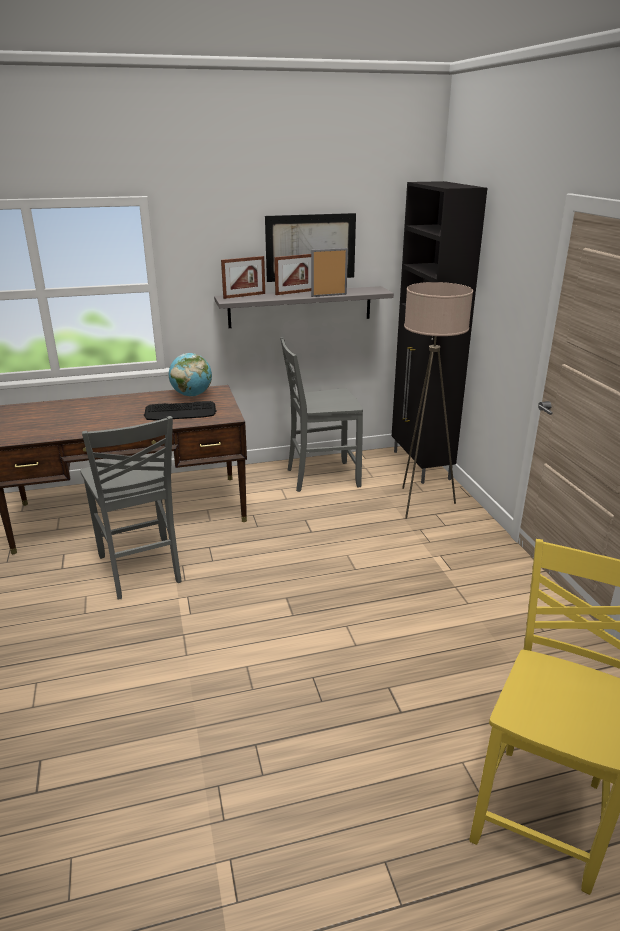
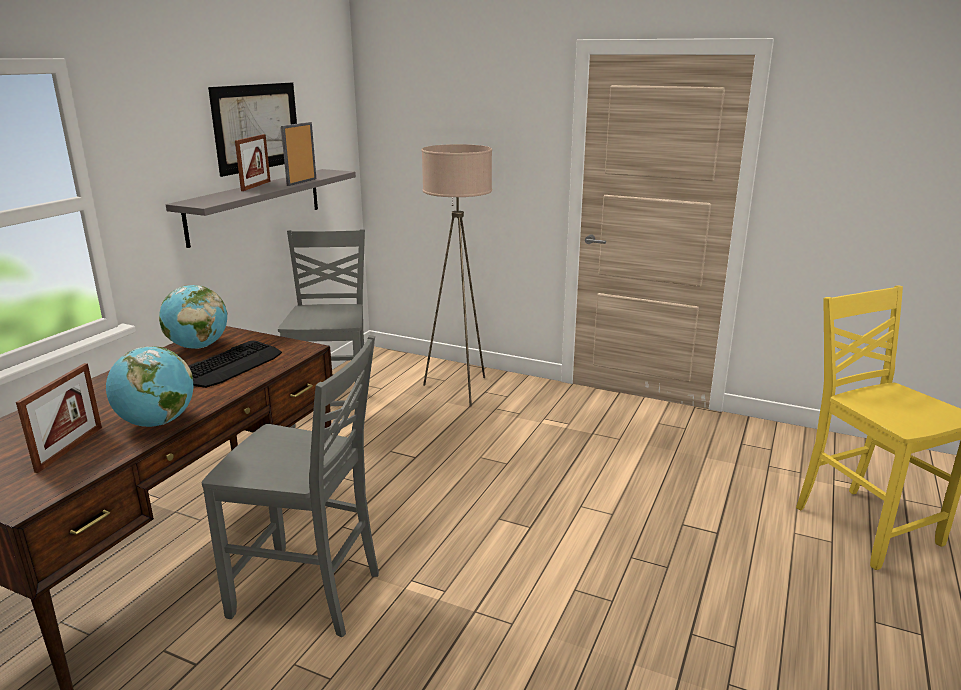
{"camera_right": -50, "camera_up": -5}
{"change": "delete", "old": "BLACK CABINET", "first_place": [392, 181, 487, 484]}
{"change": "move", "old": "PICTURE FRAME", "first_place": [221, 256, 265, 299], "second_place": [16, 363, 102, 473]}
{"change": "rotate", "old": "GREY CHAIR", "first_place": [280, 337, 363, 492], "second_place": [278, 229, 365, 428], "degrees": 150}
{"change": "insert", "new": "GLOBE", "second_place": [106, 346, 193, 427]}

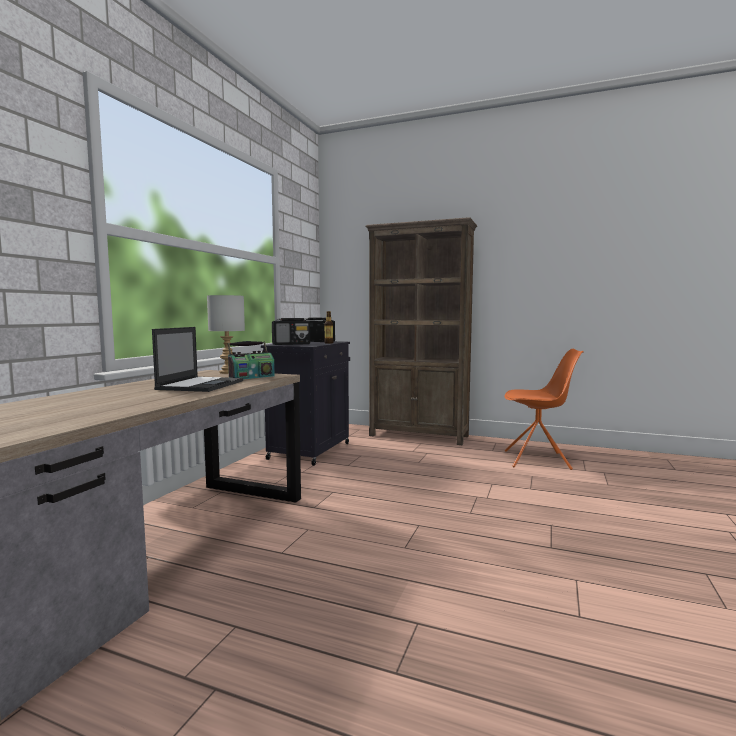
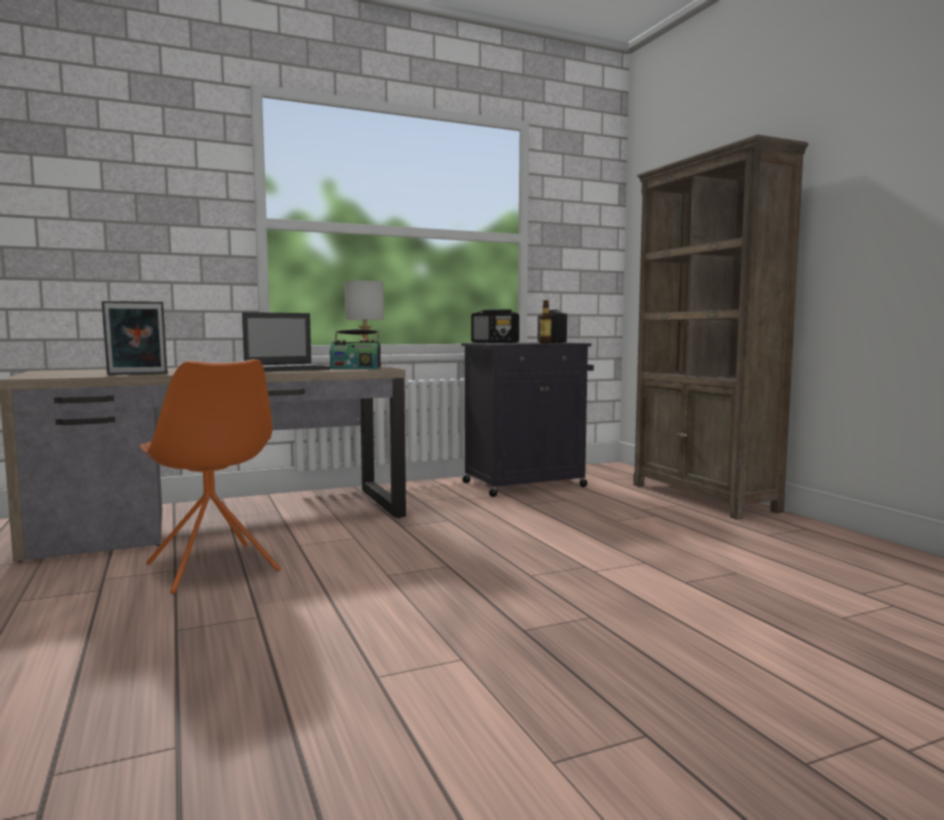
{"camera_right": 45, "camera_up": 0}
{"change": "move", "old": "ORANGE CHAIR", "first_place": [505, 348, 584, 470], "second_place": [140, 359, 281, 594]}
{"change": "insert", "new": "PICTURE FRAME", "second_place": [102, 301, 167, 375]}

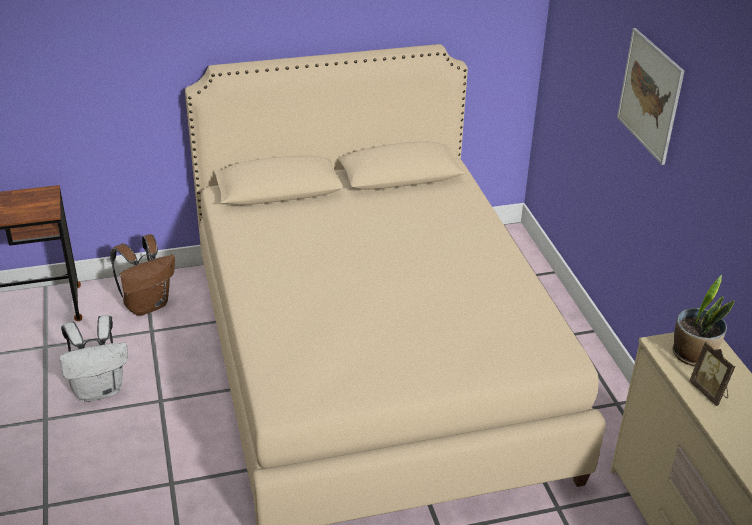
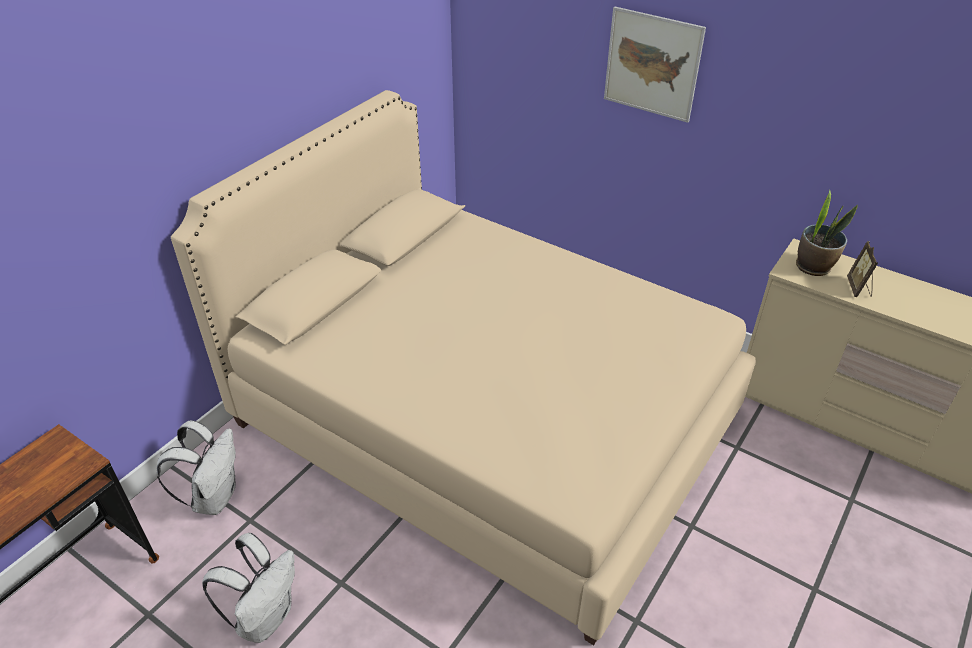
{"camera_right": -40, "camera_up": 5}
{"change": "recolor", "old": "BROWN BACKPACK", "new": "WHITE BACKPACK", "first_place": [110, 234, 175, 316], "second_place": [157, 420, 236, 515]}
{"change": "rotate", "old": "PICTURE FRAME", "first_place": [689, 342, 735, 406], "second_place": [847, 241, 878, 297], "degrees": 75}

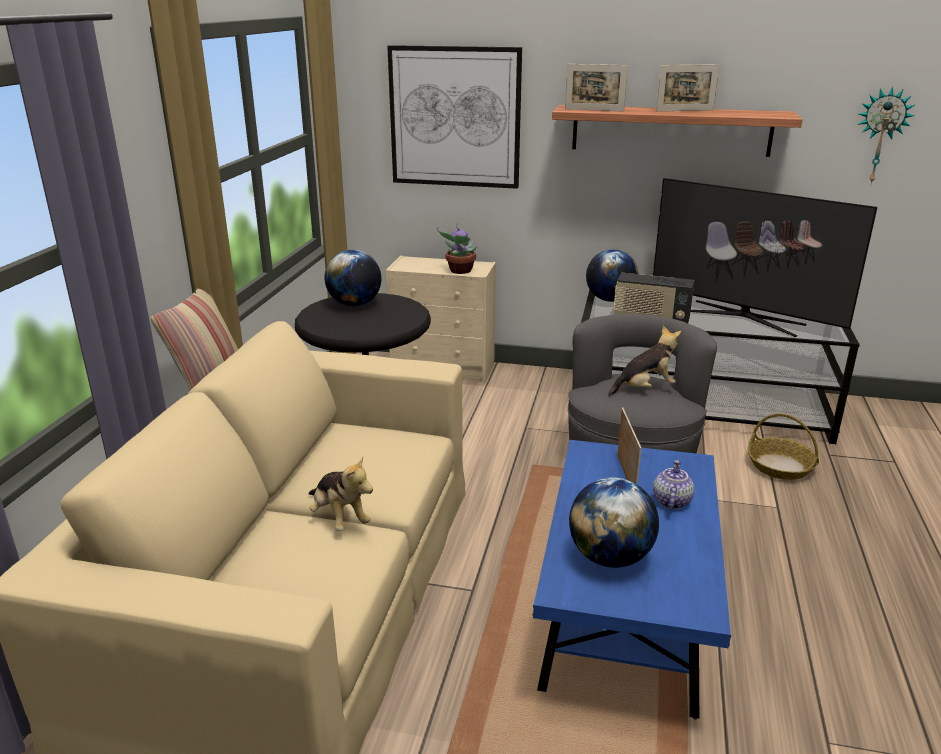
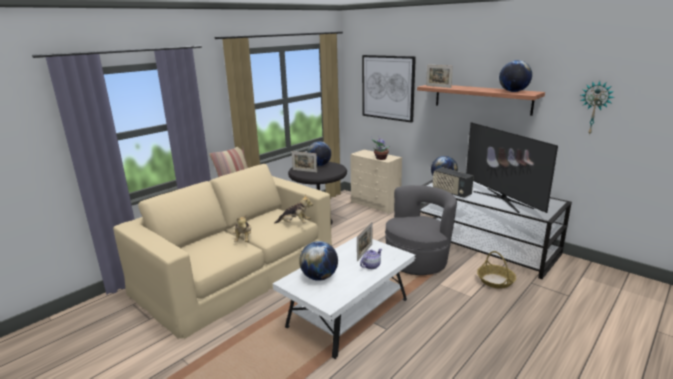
{"camera_right": 30, "camera_up": -5}
{"change": "move", "old": "PICTURE FRAME", "first_place": [656, 64, 719, 111], "second_place": [292, 151, 317, 172]}
{"change": "move", "old": "PLUSH TOY", "first_place": [608, 326, 681, 396], "second_place": [274, 194, 313, 224]}
{"change": "recolor", "old": "BLUE COFFEE TABLE", "new": "WHITE COFFEE TABLE", "first_place": [533, 440, 731, 719], "second_place": [273, 236, 415, 359]}
{"change": "insert", "new": "GLOBE", "second_place": [499, 60, 532, 92]}

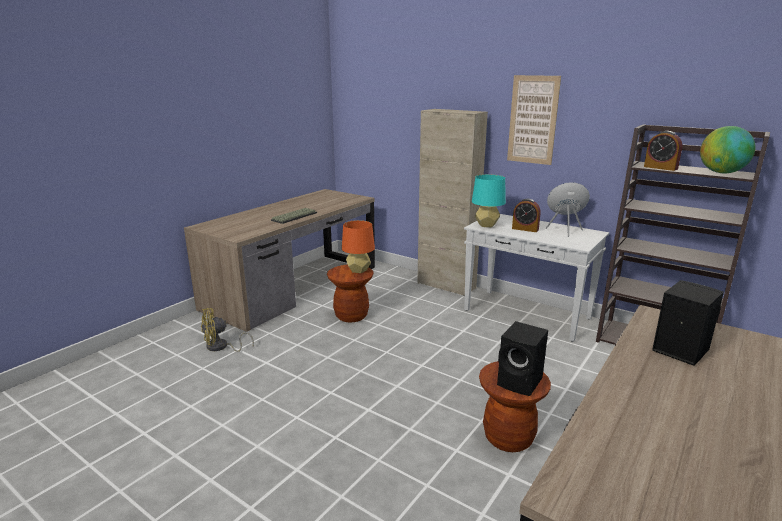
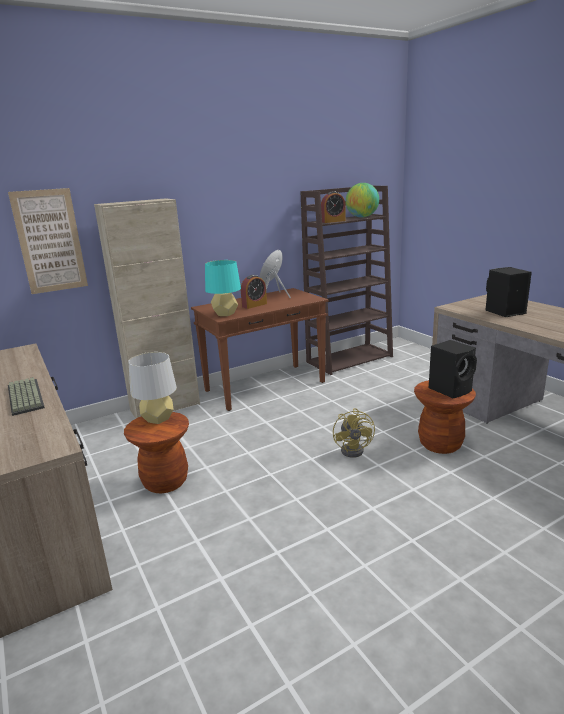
{"camera_right": -65, "camera_up": 0}
{"change": "move", "old": "PICTURE", "first_place": [507, 75, 561, 165], "second_place": [8, 188, 88, 294]}
{"change": "recolor", "old": "WHITE CONSOLE TABLE", "new": "BROWN CONSOLE TABLE", "first_place": [464, 214, 609, 342], "second_place": [191, 288, 328, 411]}
{"change": "recolor", "old": "ORANGE TABLE LAMP", "new": "GREY TABLE LAMP", "first_place": [342, 220, 375, 273], "second_place": [128, 352, 177, 424]}
{"change": "move", "old": "YELLOW FAN", "first_place": [201, 308, 254, 352], "second_place": [333, 408, 375, 458]}

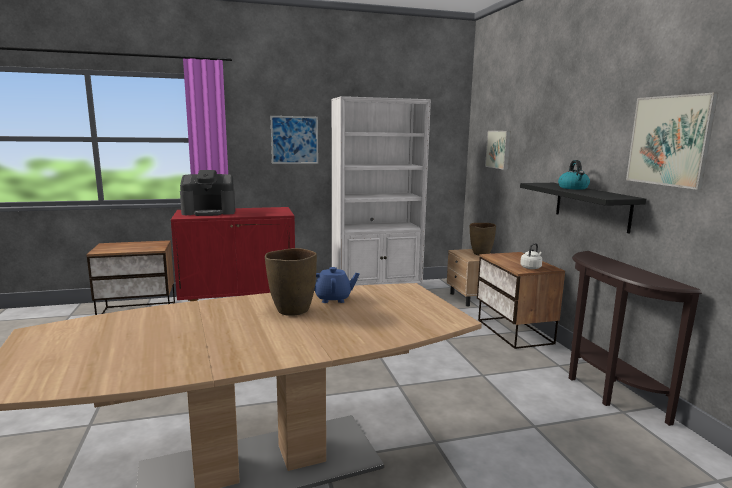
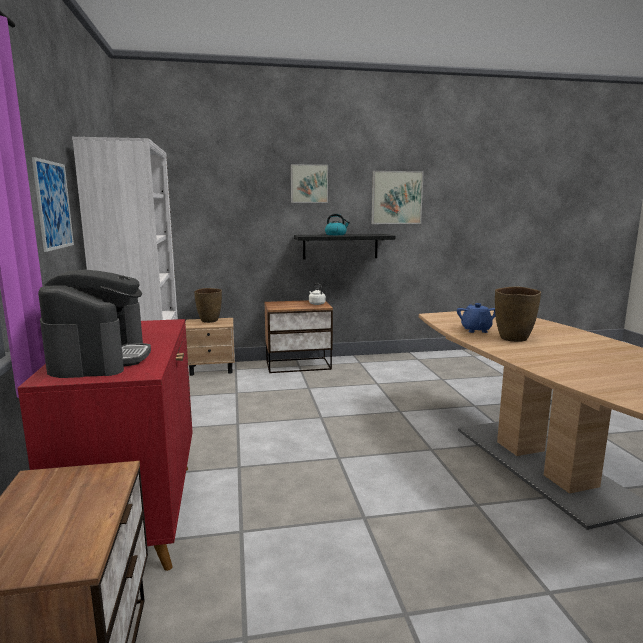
{"camera_right": -85, "camera_up": 0}
{"change": "move", "old": "PICTURE", "first_place": [485, 131, 511, 170], "second_place": [291, 164, 328, 203]}
{"change": "delete", "old": "BROWN CONSOLE TABLE", "first_place": [569, 251, 702, 426]}

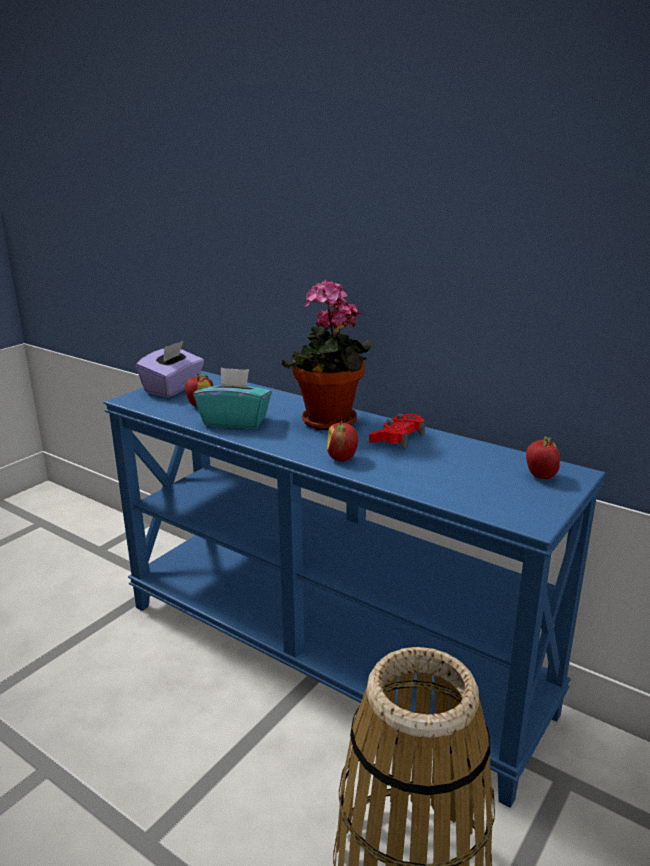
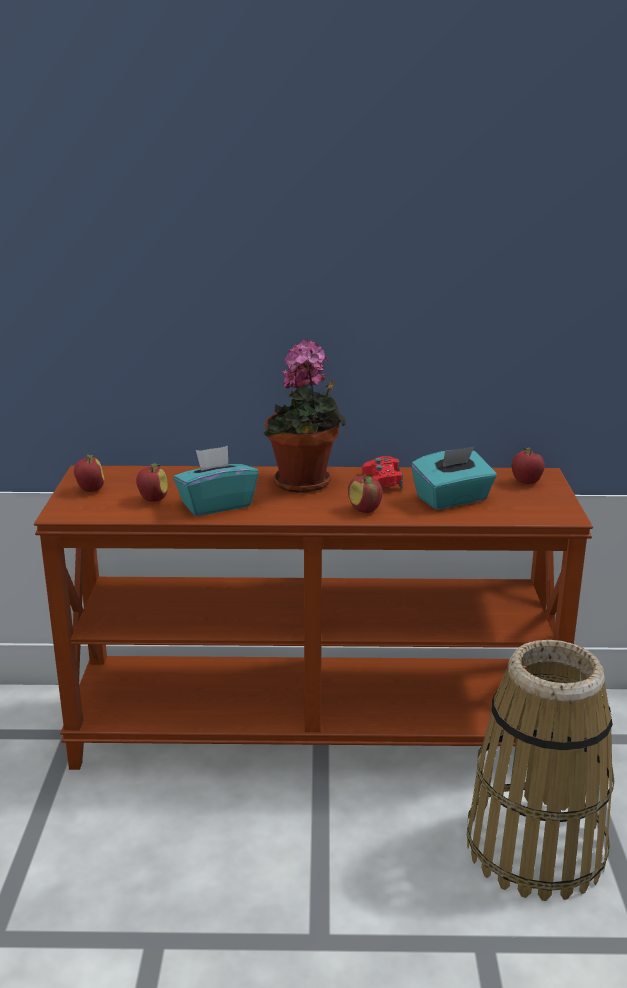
{"camera_right": -35, "camera_up": 0}
{"change": "replace", "old": "PURPLE TISSUE BOX", "new": "APPLE", "first_place": [136, 341, 204, 397], "second_place": [74, 455, 105, 492]}
{"change": "recolor", "old": "BLUE CONSOLE TABLE", "new": "BROWN CONSOLE TABLE", "first_place": [103, 371, 606, 808], "second_place": [34, 466, 593, 770]}
{"change": "insert", "new": "TURQUOISE TISSUE BOX", "second_place": [411, 447, 497, 510]}

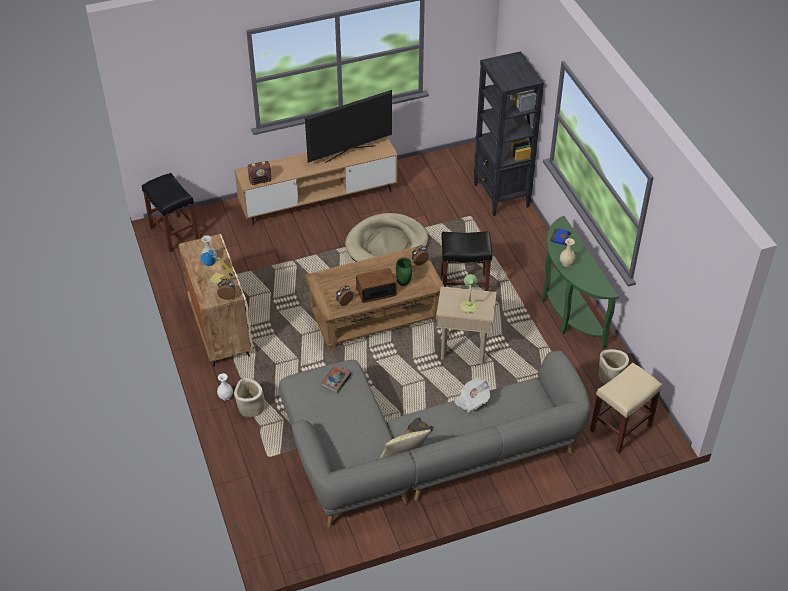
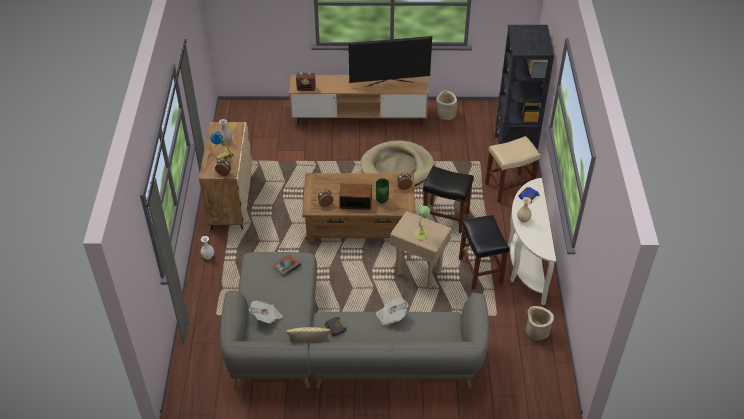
{"camera_right": 20, "camera_up": 0}
{"change": "move", "old": "BLACK STOOL", "first_place": [142, 173, 199, 252], "second_place": [459, 215, 509, 290]}
{"change": "recolor", "old": "GREEN CONSOLE TABLE", "new": "WHITE CONSOLE TABLE", "first_place": [541, 216, 619, 348], "second_place": [508, 178, 556, 305]}
{"change": "move", "old": "BEIGE STOOL", "first_place": [590, 363, 662, 453], "second_place": [485, 136, 540, 203]}
{"change": "move", "old": "BEIGE PLANTER", "first_place": [234, 378, 265, 417], "second_place": [436, 90, 457, 120]}
{"change": "insert", "new": "NEWSPAPER", "second_place": [249, 300, 283, 324]}

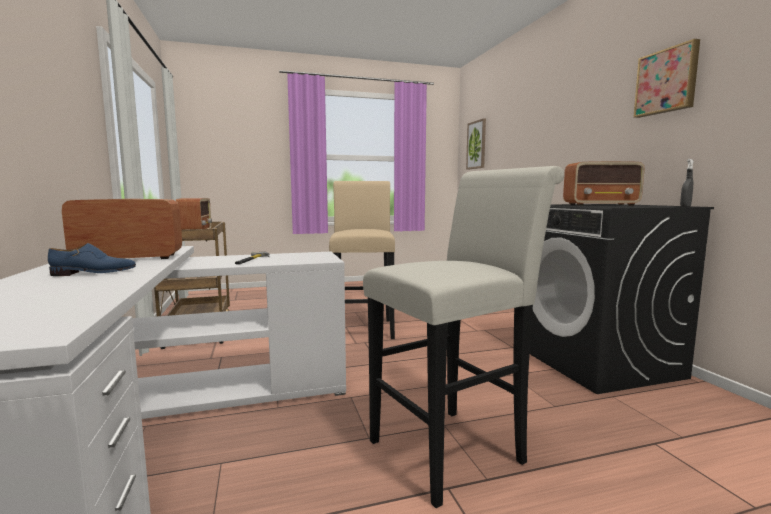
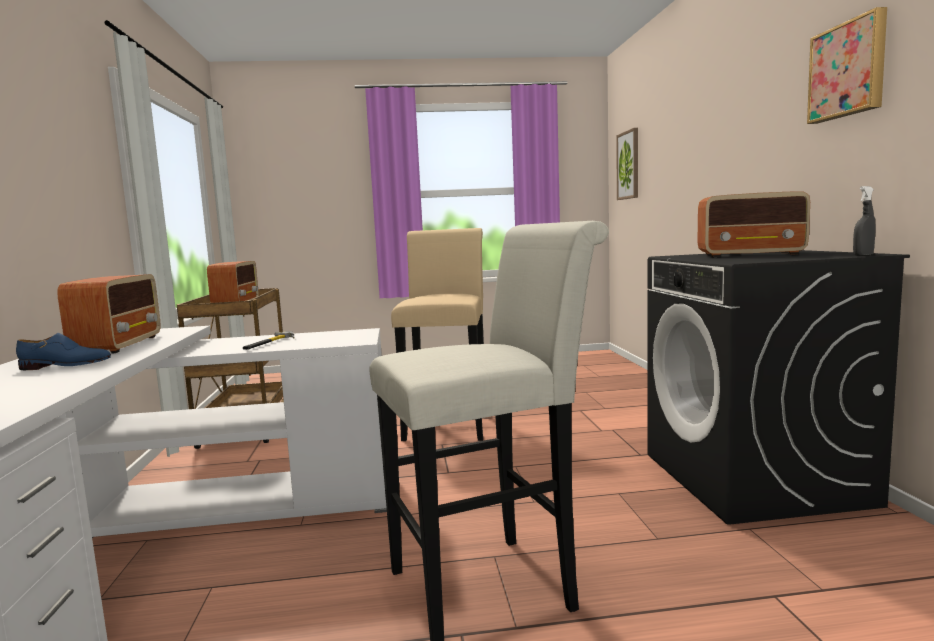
{"camera_right": 10, "camera_up": 0}
{"change": "rotate", "old": "RADIO", "first_place": [62, 199, 182, 259], "second_place": [57, 274, 161, 354], "degrees": 90}

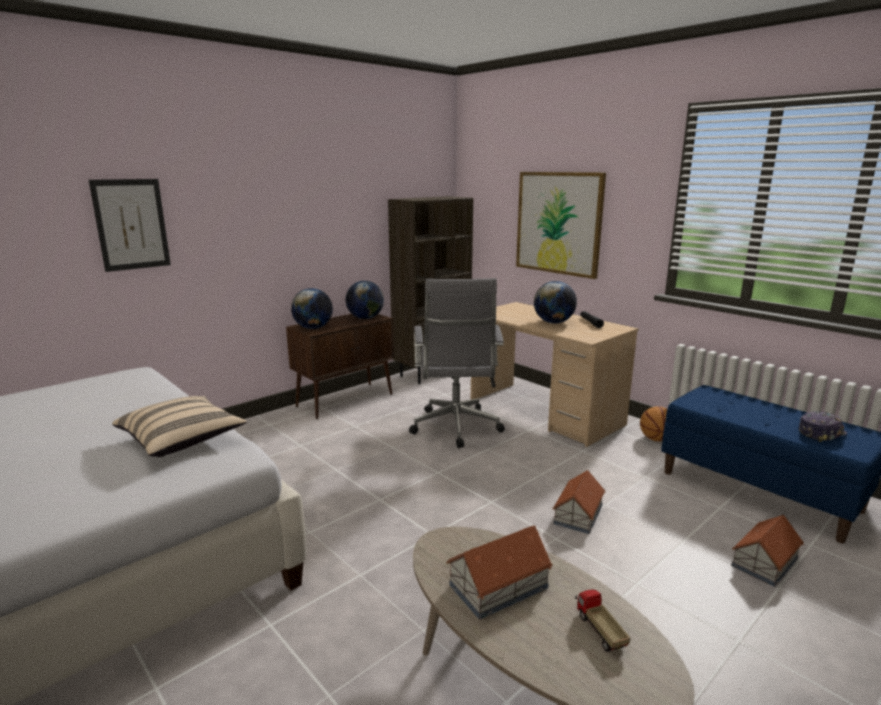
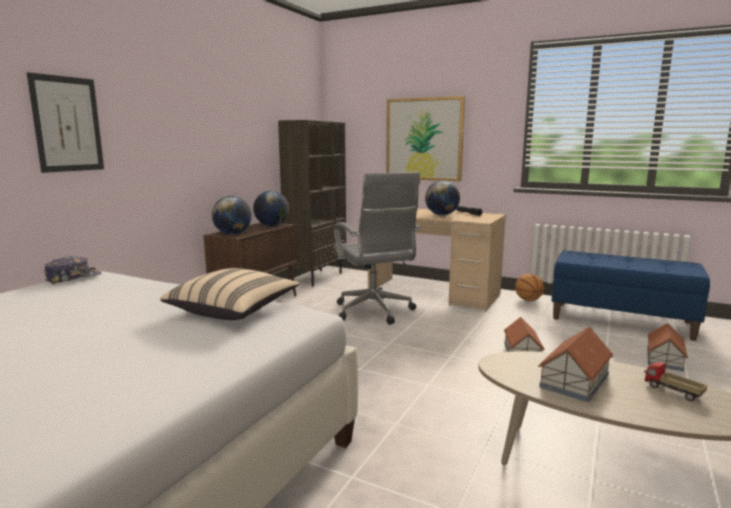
{"camera_right": -20, "camera_up": -5}
{"change": "move", "old": "CAP", "first_place": [799, 411, 847, 442], "second_place": [44, 256, 101, 284]}

